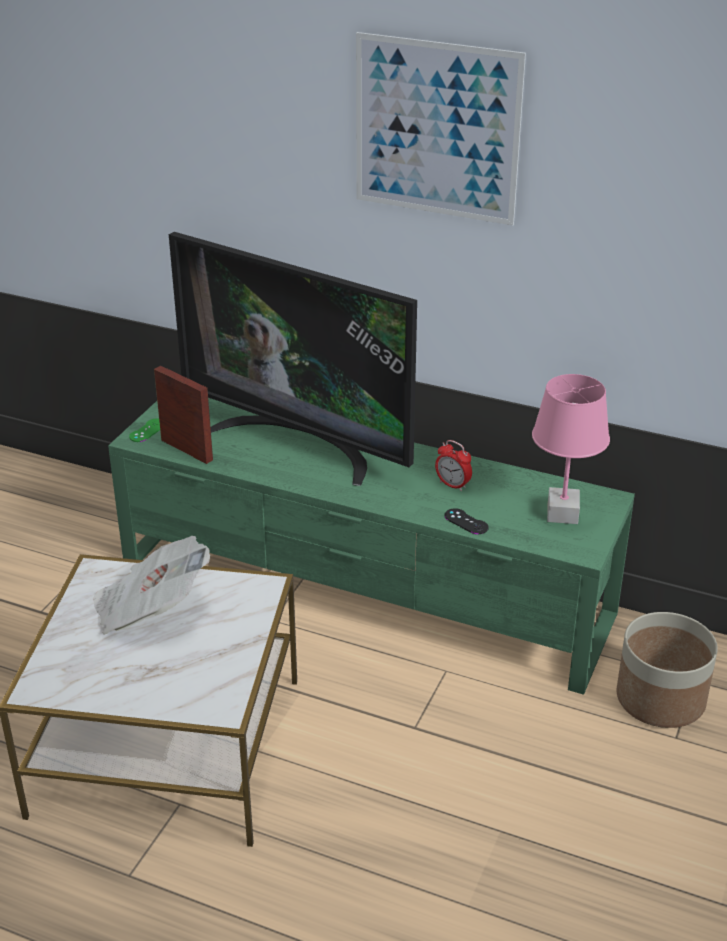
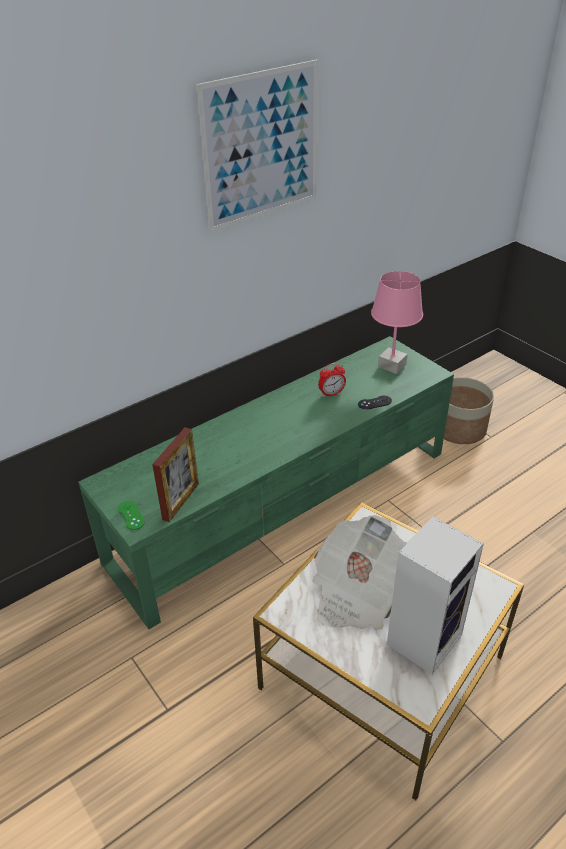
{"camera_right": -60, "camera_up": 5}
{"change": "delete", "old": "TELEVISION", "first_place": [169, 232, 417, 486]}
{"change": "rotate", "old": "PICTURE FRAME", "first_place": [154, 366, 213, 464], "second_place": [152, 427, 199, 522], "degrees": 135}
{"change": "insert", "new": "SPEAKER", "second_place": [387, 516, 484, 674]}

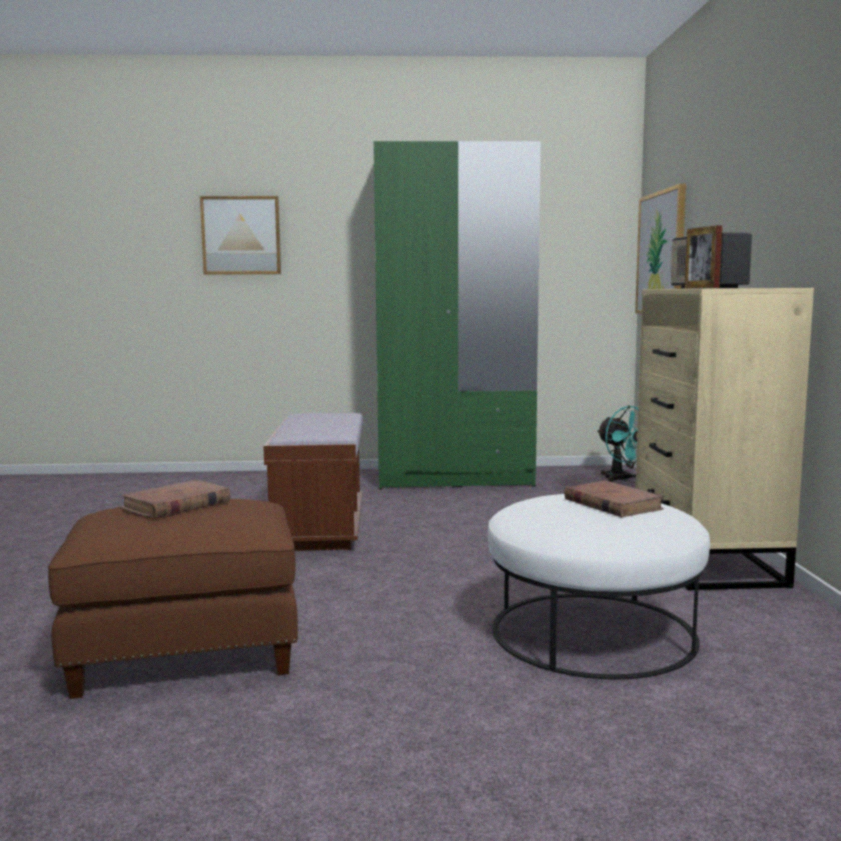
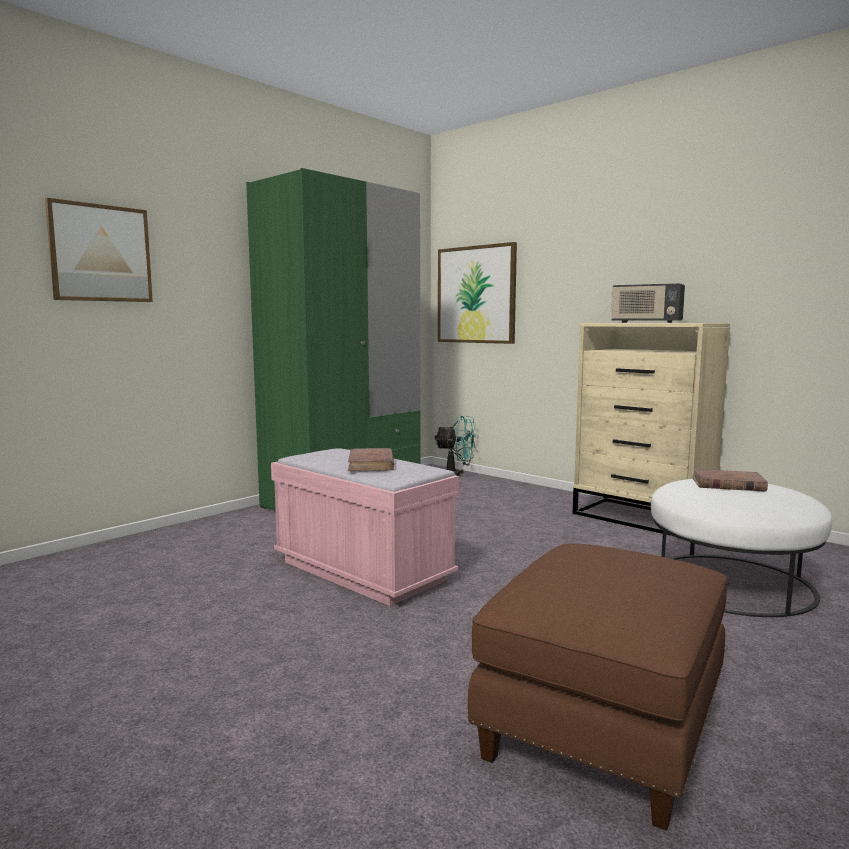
{"camera_right": -45, "camera_up": 0}
{"change": "delete", "old": "PICTURE FRAME", "first_place": [685, 225, 722, 288]}
{"change": "recolor", "old": "BROWN BENCH", "new": "PINK BENCH", "first_place": [263, 413, 363, 551], "second_place": [271, 448, 459, 606]}
{"change": "move", "old": "BROWN BOOK", "first_place": [120, 480, 231, 519], "second_place": [348, 448, 394, 471]}

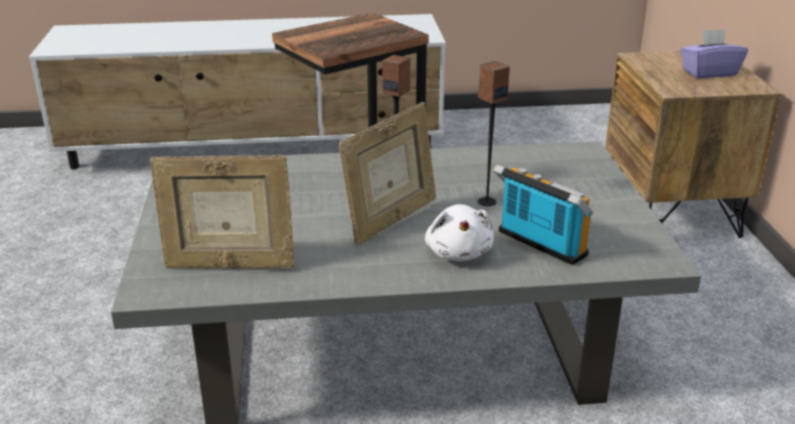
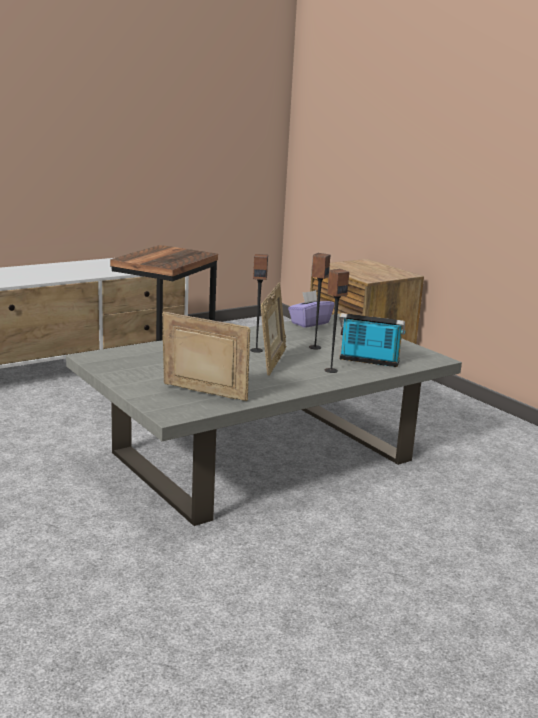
{"camera_right": -30, "camera_up": -10}
{"change": "move", "old": "PURPLE TISSUE BOX", "first_place": [680, 29, 748, 79], "second_place": [288, 290, 335, 328]}
{"change": "rotate", "old": "PICTURE FRAME", "first_place": [150, 155, 295, 269], "second_place": [162, 312, 250, 401], "degrees": -135}
{"change": "replace", "old": "WHITE PLUSH TOY", "new": "SPEAKER", "first_place": [425, 204, 494, 261], "second_place": [325, 269, 349, 373]}

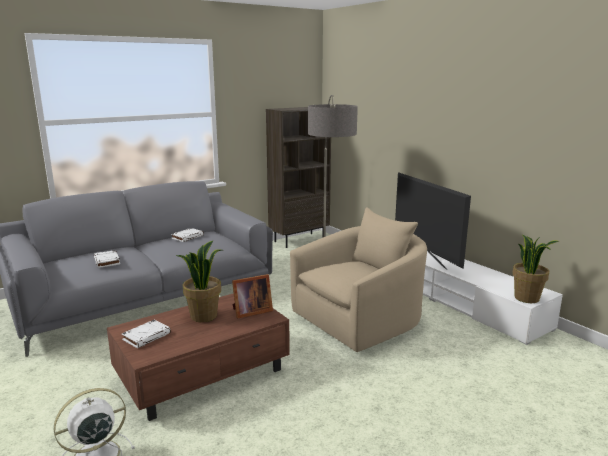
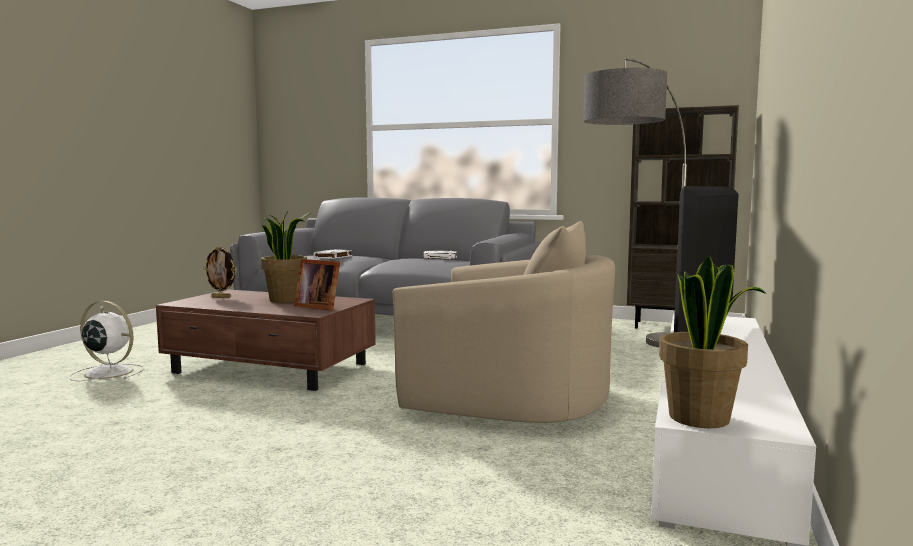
{"camera_right": 55, "camera_up": -10}
{"change": "replace", "old": "WHITE BOOK", "new": "PICTURE FRAME", "first_place": [122, 320, 171, 348], "second_place": [203, 246, 237, 298]}

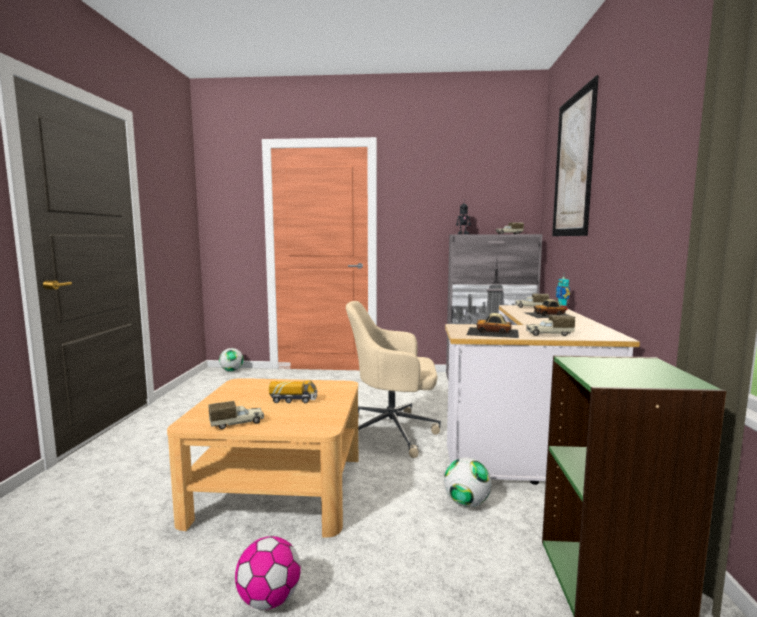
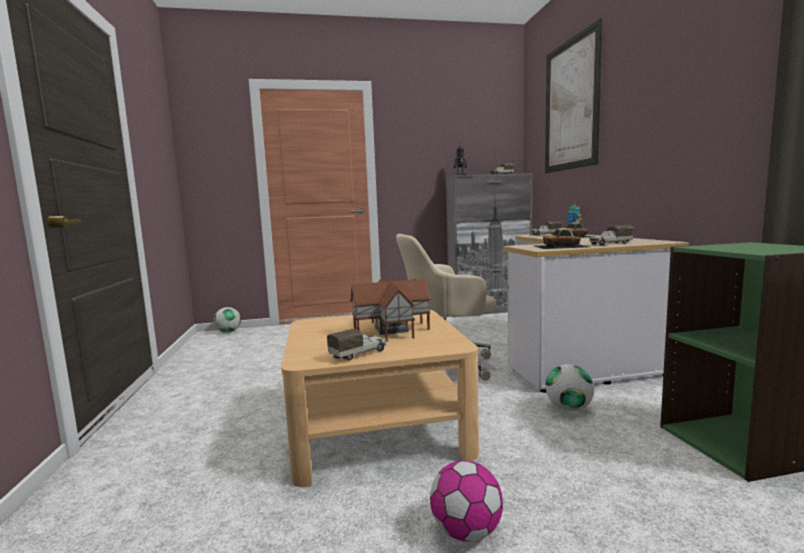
{"camera_right": -15, "camera_up": 0}
{"change": "replace", "old": "TOY TRUCK", "new": "TOY HOUSE", "first_place": [269, 380, 317, 403], "second_place": [350, 277, 431, 341]}

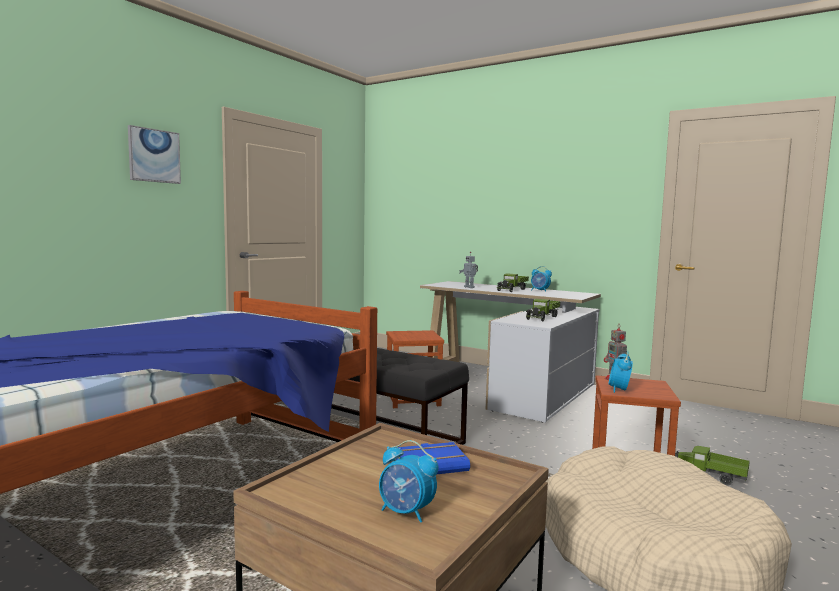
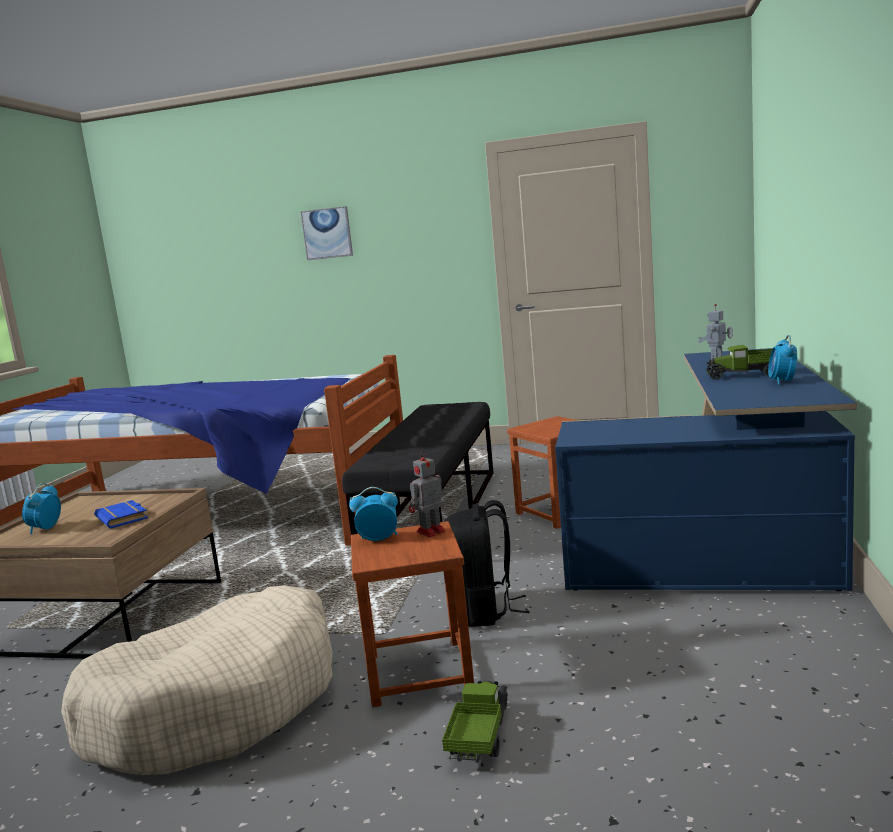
{"camera_right": 70, "camera_up": 5}
{"change": "move", "old": "PICTURE", "first_place": [128, 125, 181, 184], "second_place": [301, 206, 353, 260]}
{"change": "recolor", "old": "WHITE DESK", "new": "BLUE DESK", "first_place": [420, 281, 601, 423], "second_place": [555, 348, 857, 591]}
{"change": "delete", "old": "TOY TRUCK", "first_place": [526, 299, 560, 321]}
{"change": "insert", "new": "BLACK BACKPACK", "second_place": [444, 500, 530, 627]}

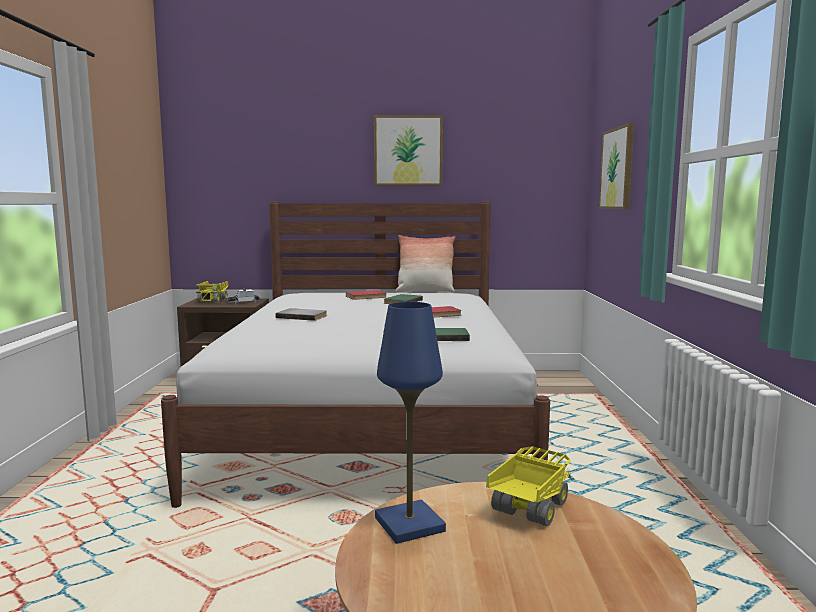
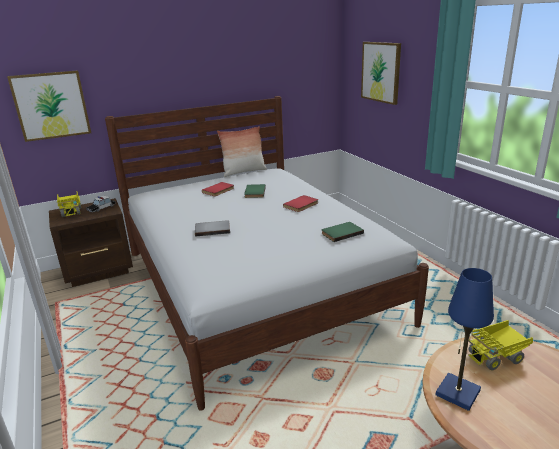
{"camera_right": -25, "camera_up": 15}
{"change": "move", "old": "PICTURE", "first_place": [374, 115, 443, 186], "second_place": [7, 70, 91, 142]}
{"change": "rotate", "old": "TOY TRUCK", "first_place": [486, 446, 571, 526], "second_place": [468, 320, 533, 371], "degrees": -120}

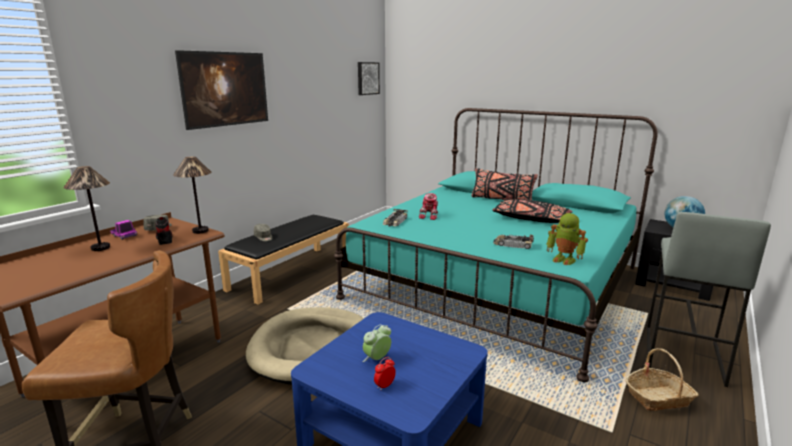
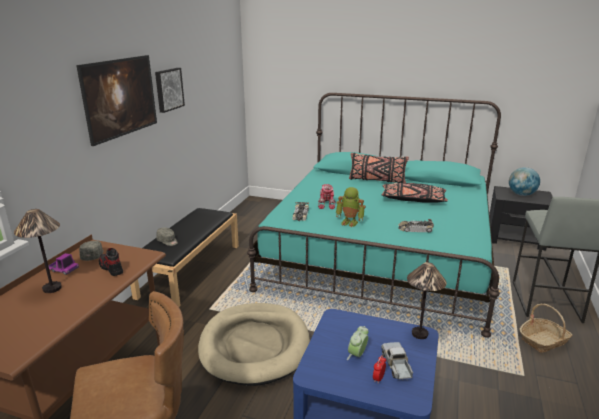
{"camera_right": -15, "camera_up": 5}
{"change": "move", "old": "PICTURE", "first_place": [358, 62, 380, 95], "second_place": [155, 68, 185, 113]}
{"change": "move", "old": "TABLE LAMP", "first_place": [173, 156, 211, 234], "second_place": [407, 262, 447, 339]}
{"change": "move", "old": "TOY ROBOT", "first_place": [547, 213, 588, 265], "second_place": [336, 187, 366, 227]}
{"change": "insert", "new": "TOY TRUCK", "second_place": [381, 342, 413, 381]}

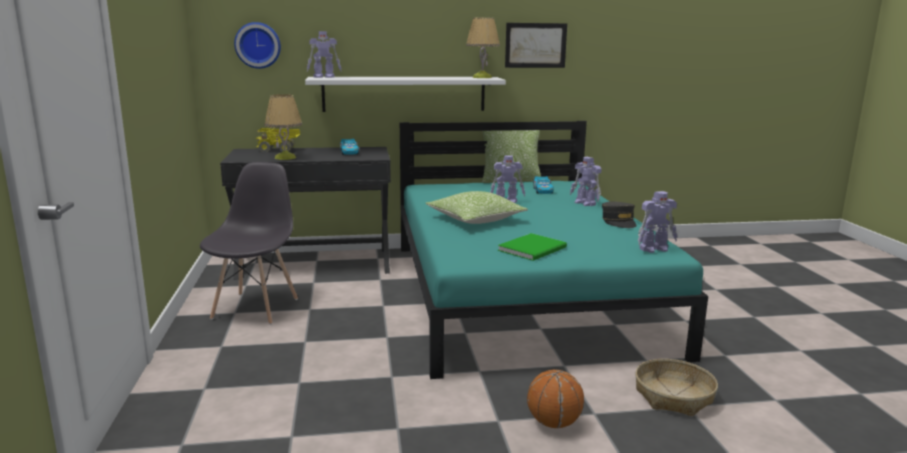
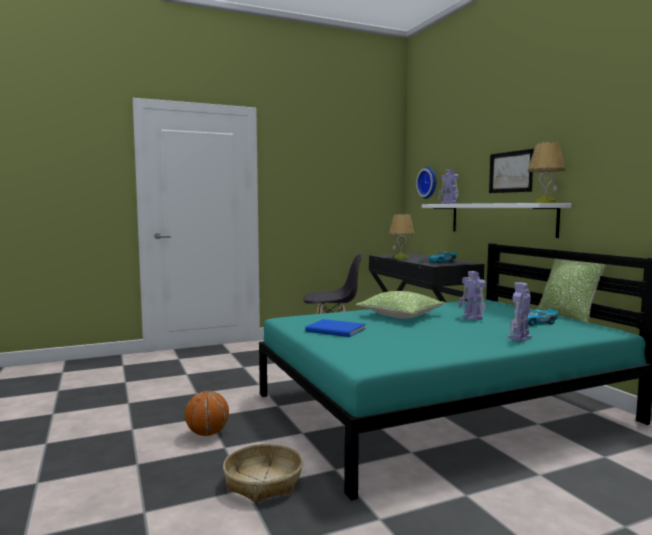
{"camera_right": 75, "camera_up": -10}
{"change": "move", "old": "PICTURE", "first_place": [505, 23, 567, 68], "second_place": [489, 149, 534, 193]}
{"change": "delete", "old": "TOY TRUCK", "first_place": [256, 128, 300, 152]}
{"change": "delete", "old": "TOY ROBOT", "first_place": [638, 191, 677, 253]}
{"change": "delete", "old": "GREY CAP", "first_place": [602, 202, 637, 228]}
{"change": "recolor", "old": "GREEN BOOK", "new": "BLUE BOOK", "first_place": [498, 233, 567, 261], "second_place": [305, 319, 366, 337]}

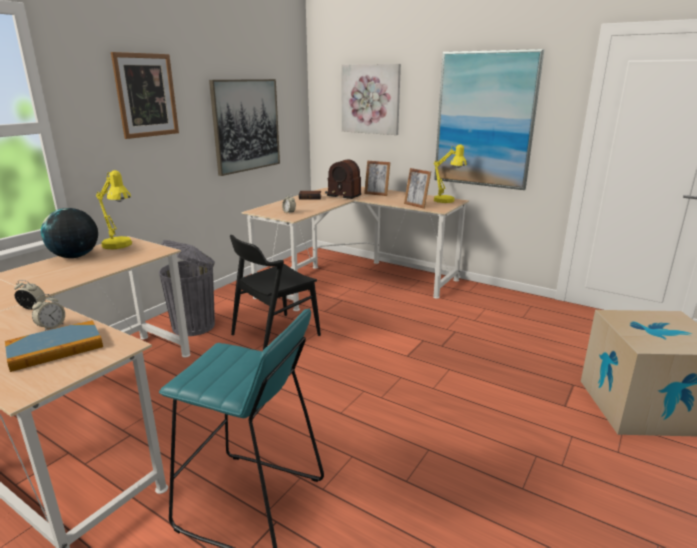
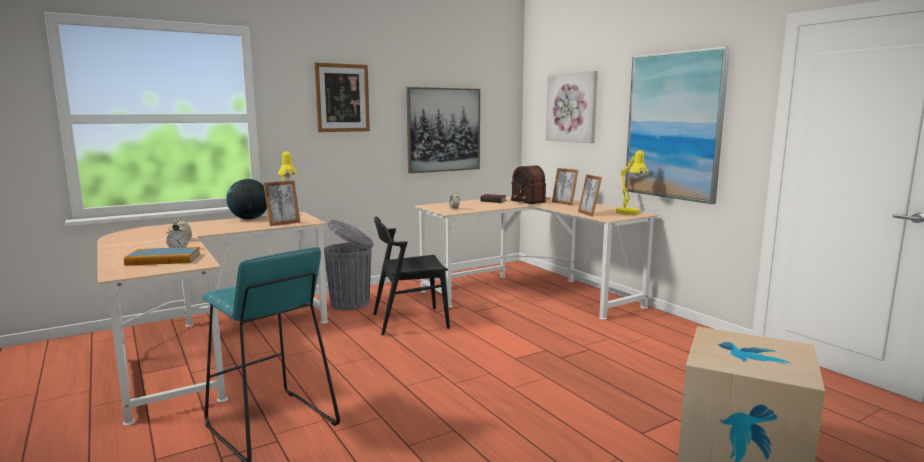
{"camera_right": 25, "camera_up": -10}
{"change": "insert", "new": "PICTURE FRAME", "second_place": [264, 180, 300, 226]}

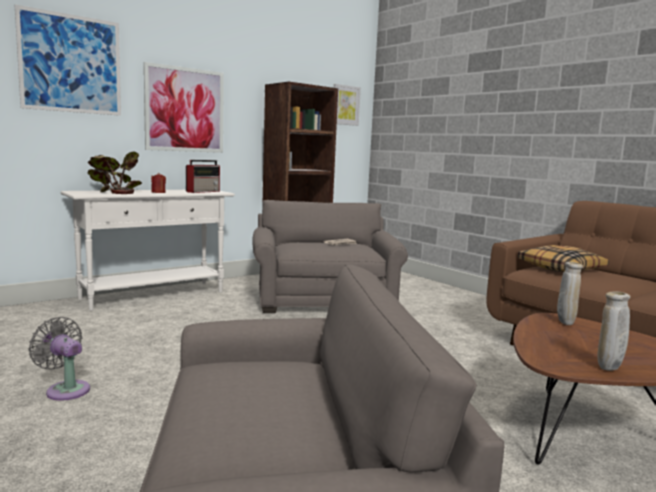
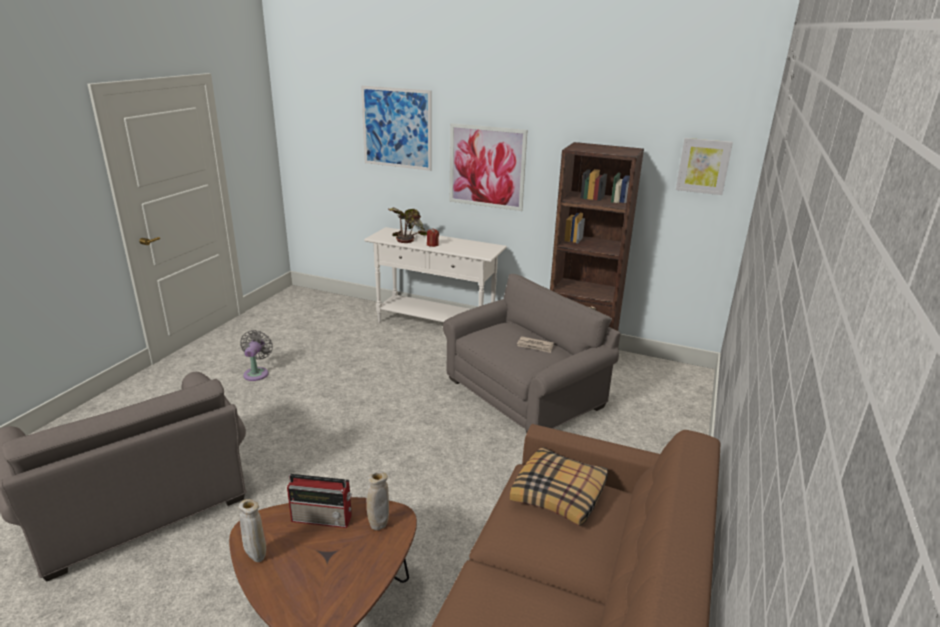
{"camera_right": 60, "camera_up": 15}
{"change": "move", "old": "RADIO", "first_place": [186, 160, 220, 193], "second_place": [287, 474, 352, 528]}

